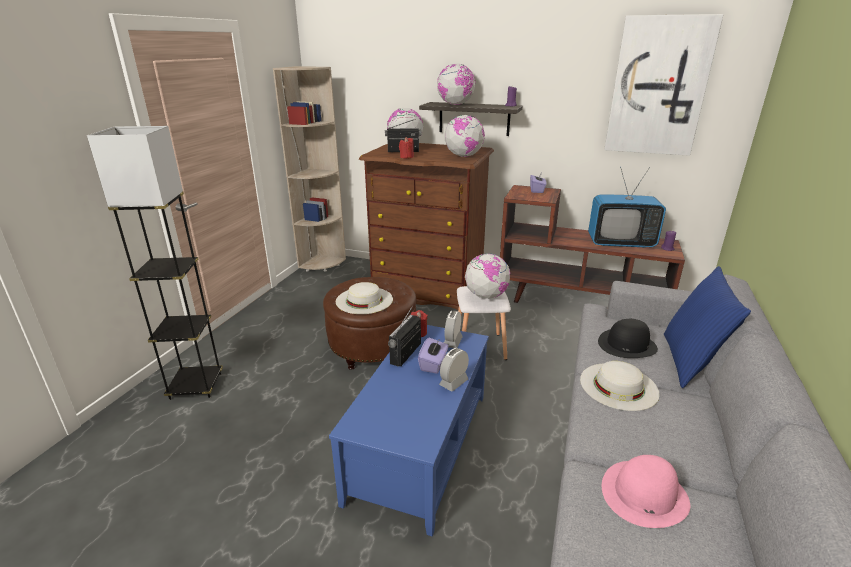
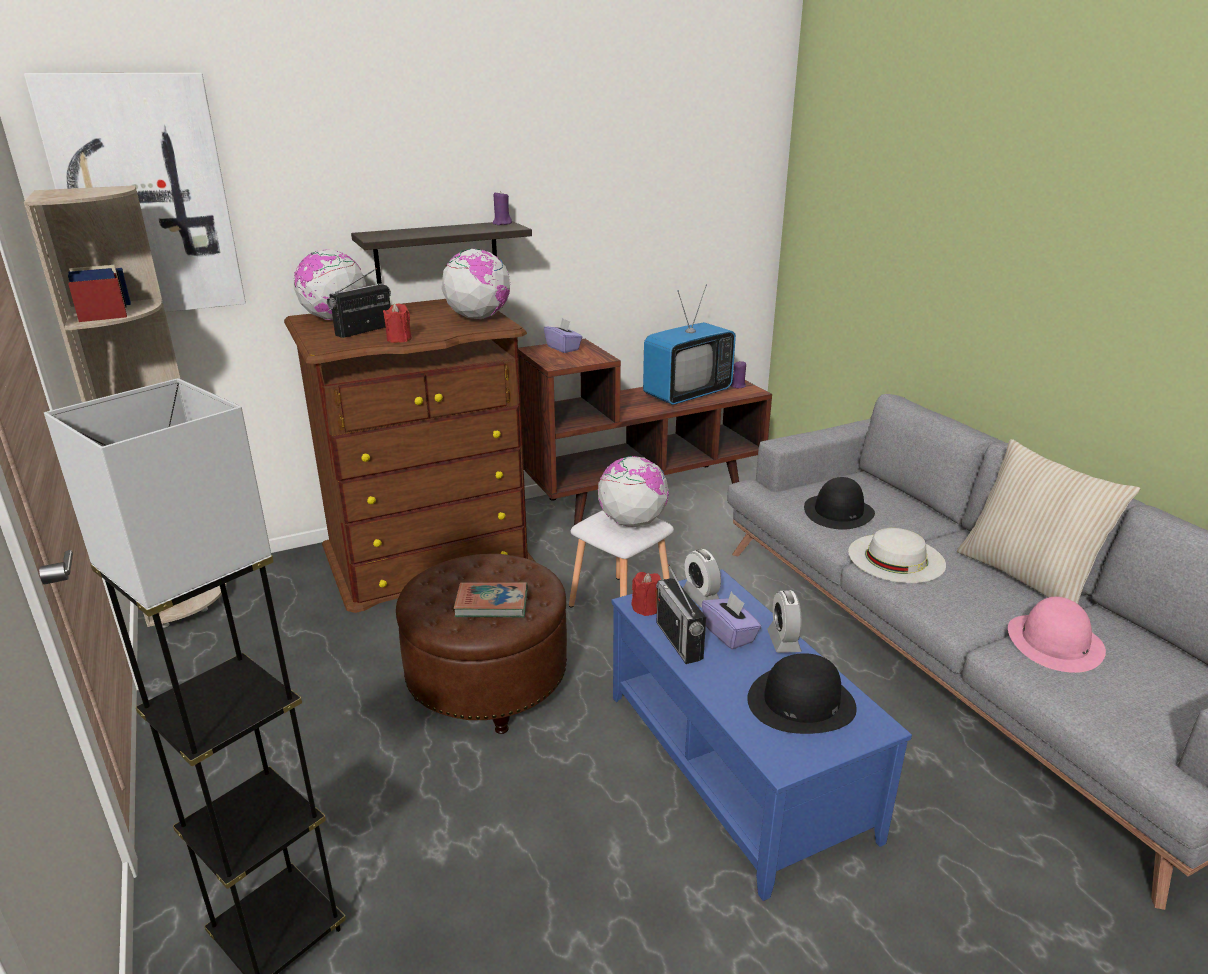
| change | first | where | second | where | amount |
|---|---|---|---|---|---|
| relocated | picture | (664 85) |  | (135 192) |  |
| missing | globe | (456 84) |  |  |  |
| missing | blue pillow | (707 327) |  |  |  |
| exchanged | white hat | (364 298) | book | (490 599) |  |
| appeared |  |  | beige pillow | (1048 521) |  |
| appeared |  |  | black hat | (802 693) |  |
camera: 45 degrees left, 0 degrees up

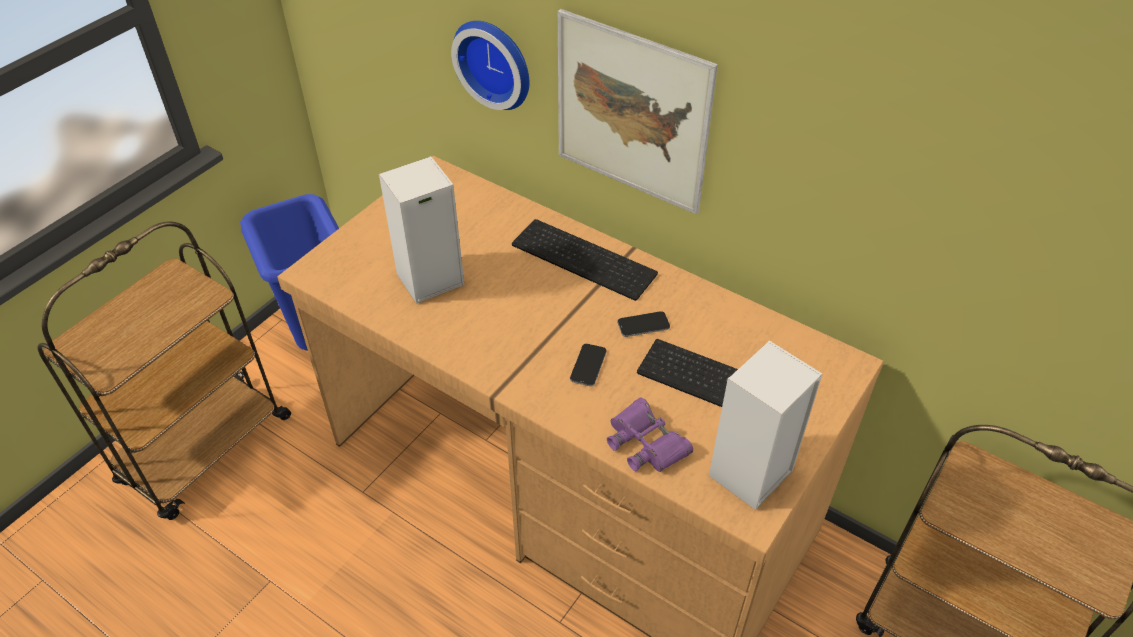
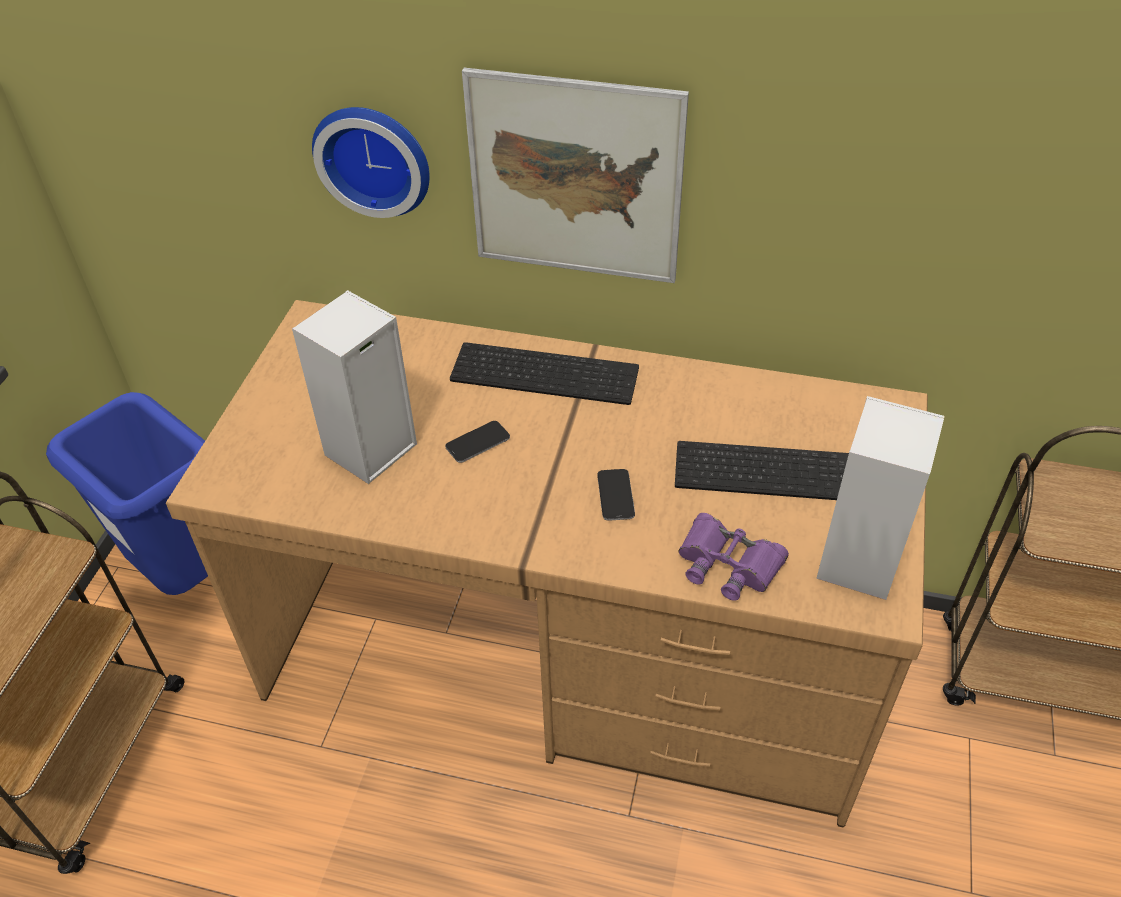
| change | first | where | second | where | amount |
|---|---|---|---|---|---|
| relocated | phone | (643 324) |  | (477 442) |  |
camera: 20 degrees left, 0 degrees up

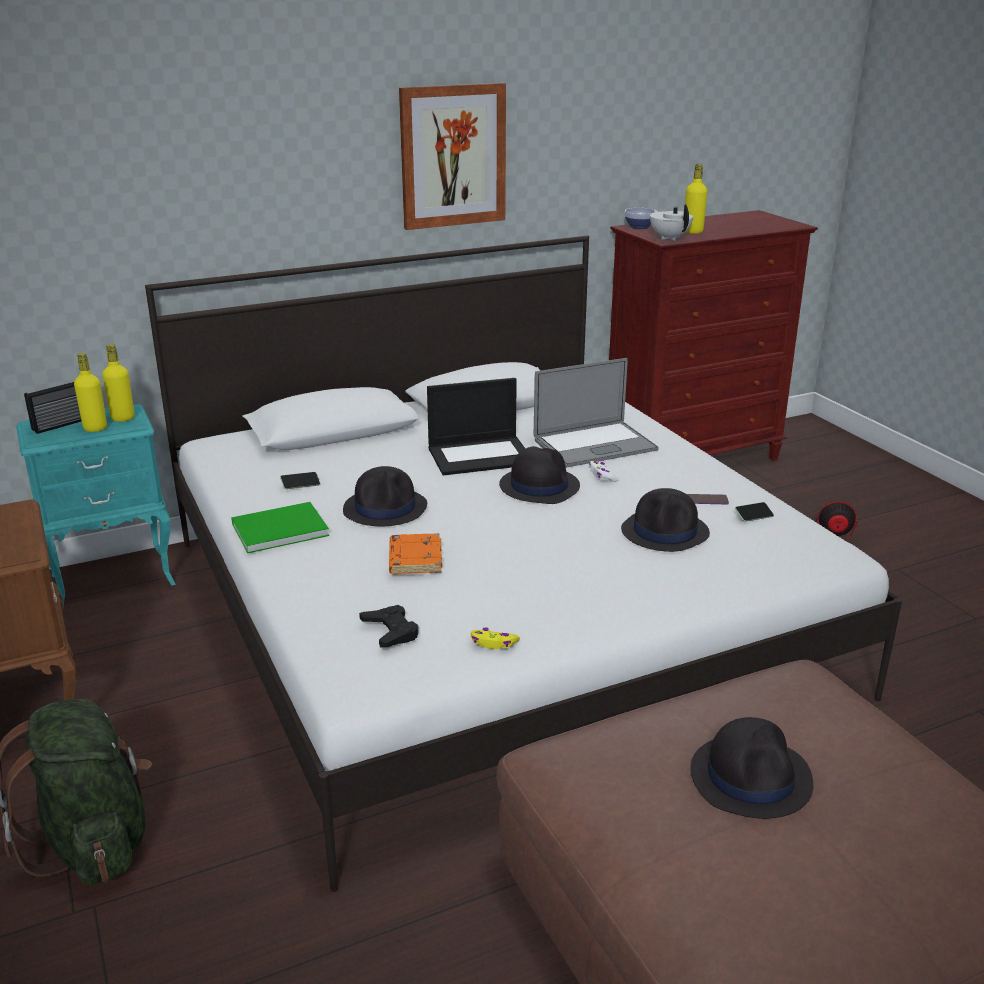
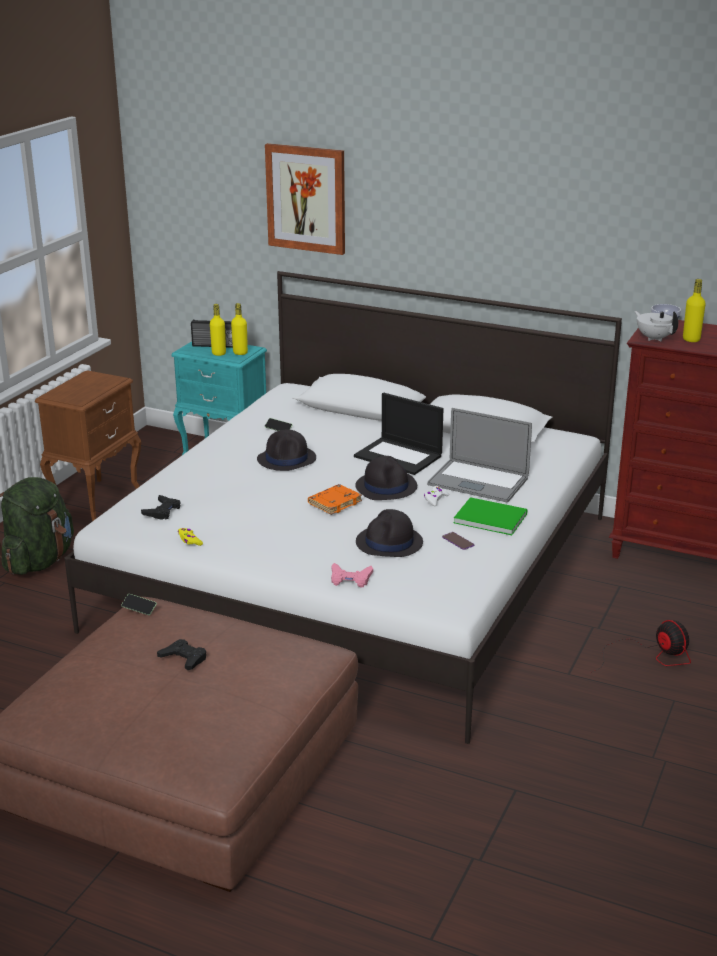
| change | first | where | second | where | amount |
|---|---|---|---|---|---|
| relocated | picture | (452 156) |  | (305 199) |  |
| spun | white teapot | (671 222) |  | (656 326) | 60 degrees counterclockwise |
| relocated | green book | (280 527) |  | (490 516) |  |
| relocated | phone | (754 512) |  | (139 604) |  |
| relocated | orange book | (415 553) |  | (335 499) |  |
| exchanged | black hat | (752 768) | black game controller | (181 654) |  |
| appeared |  |  | pink game controller | (352 575) |  |
camera: 50 degrees right, 0 degrees up

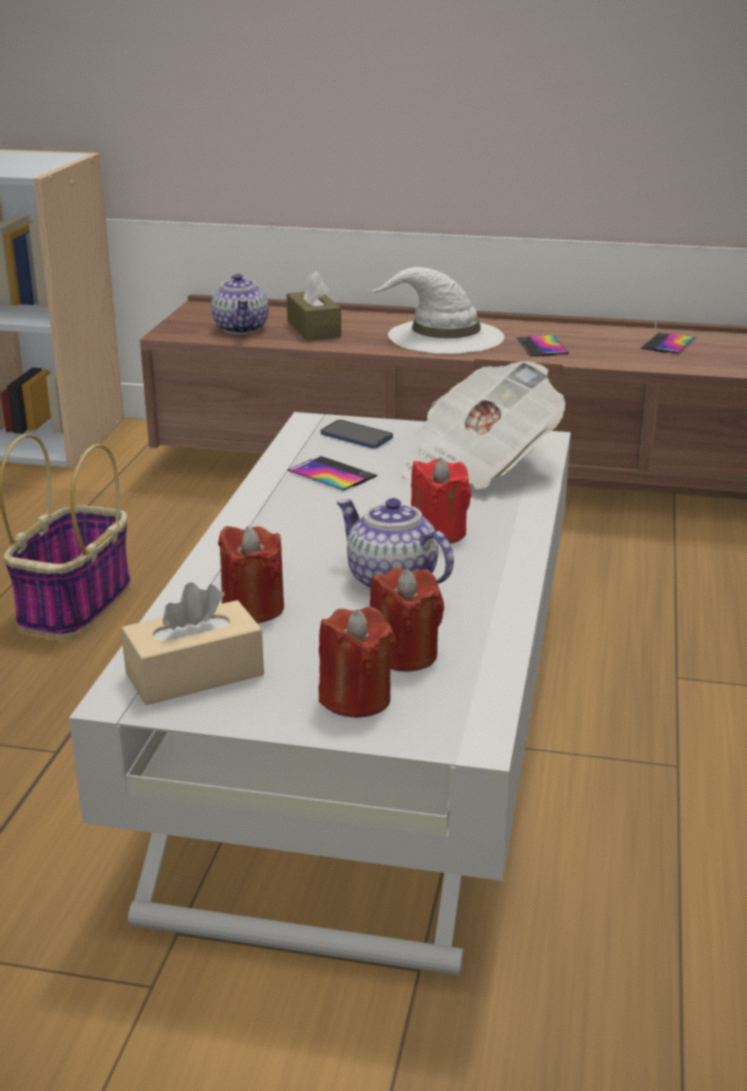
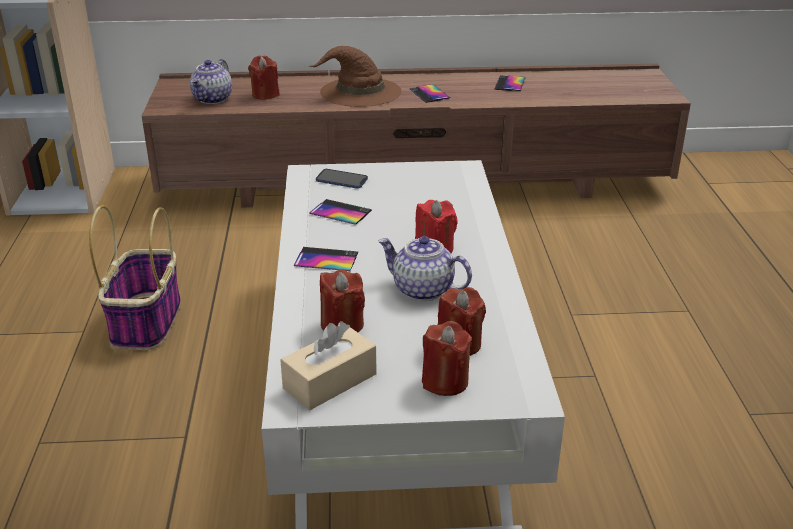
| change | first | where | second | where | amount |
|---|---|---|---|---|---|
| colour | white hat | (436 310) | brown hat | (355 76) |  |
| exchanged | brown tissue box | (314 306) | red candle | (264 78) |  |
| spun | teapot | (240 304) |  | (211 81) | 45 degrees clockwise |
| missing | newspaper | (483 425) |  |  |  |
| appeared |  |  | phone | (326 259) |  |
camera: 15 degrees left, 5 degrees up

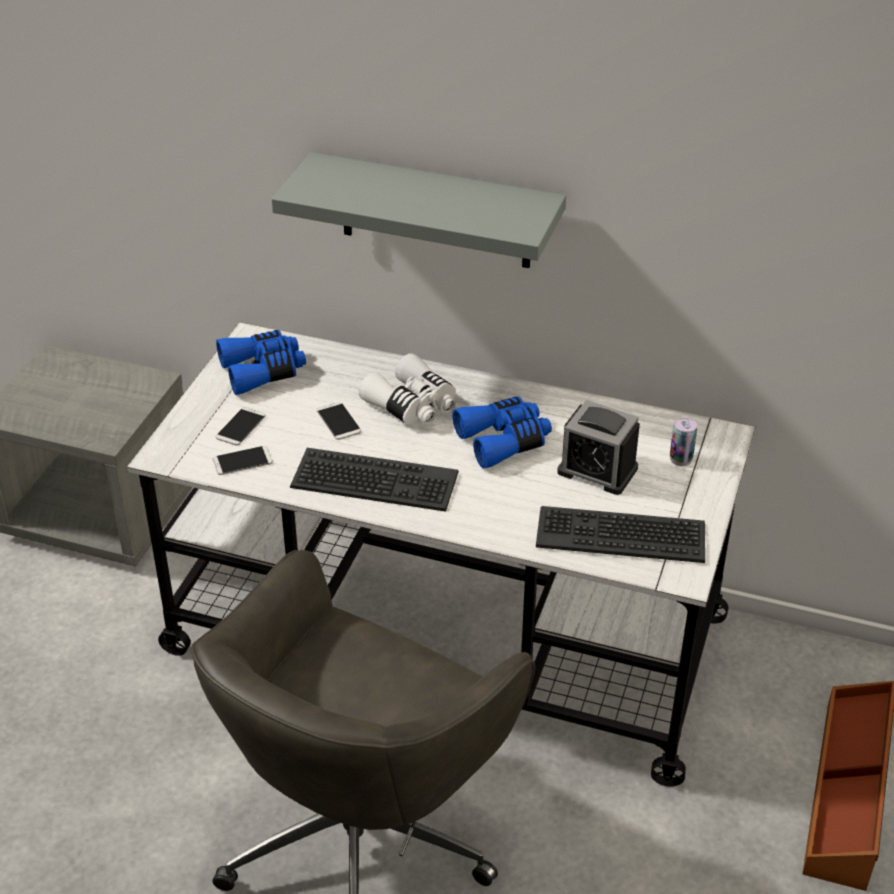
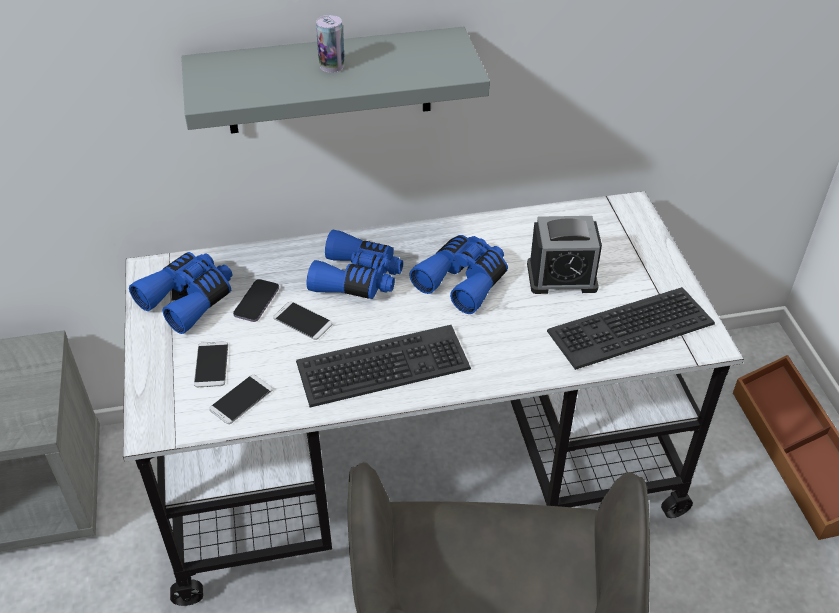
| change | first | where | second | where | amount |
|---|---|---|---|---|---|
| colour | white binoculars | (407 389) | blue binoculars | (355 264) |  |
| relocated | can | (683 441) |  | (330 44) |  |
| appeared |  |  | phone | (256 300) |  |
camera: 30 degrees left, 5 degrees up

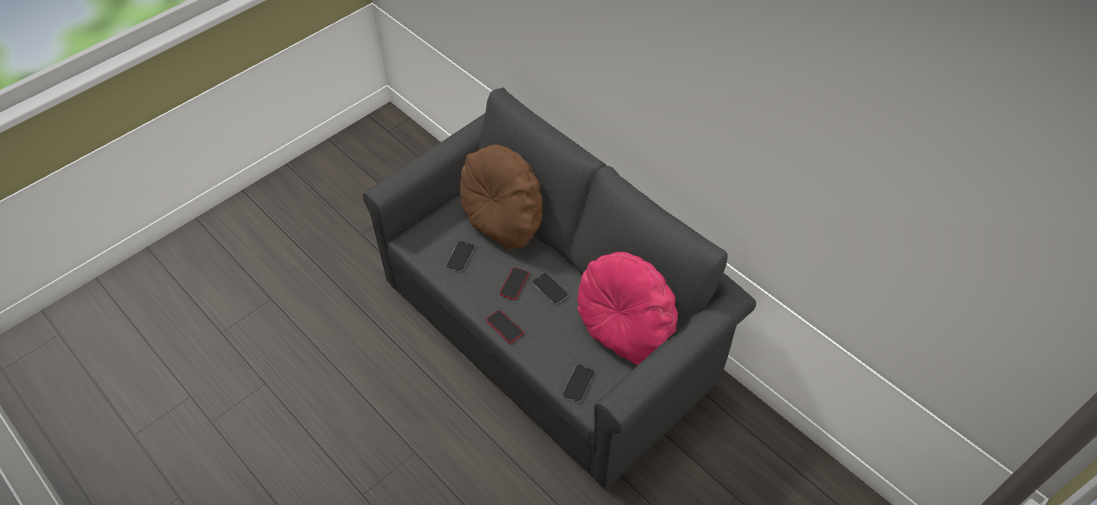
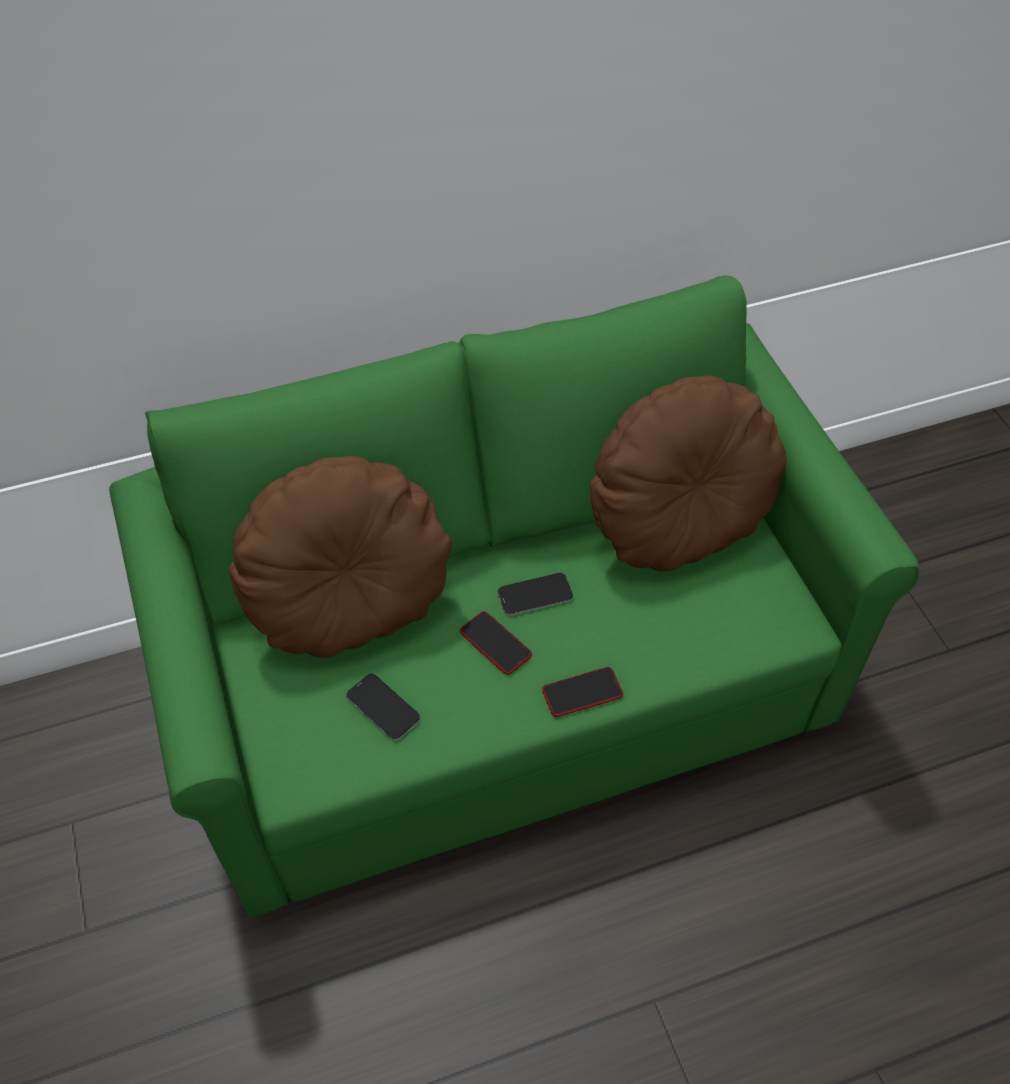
| change | first | where | second | where | amount |
|---|---|---|---|---|---|
| colour | grey sofa | (559 288) | green sofa | (514 596) |  |
| colour | pink pillow | (628 308) | brown pillow | (688 473) |  |
| missing | phone | (578 383) |  |  |  |
camera: 65 degrees left, 0 degrees up

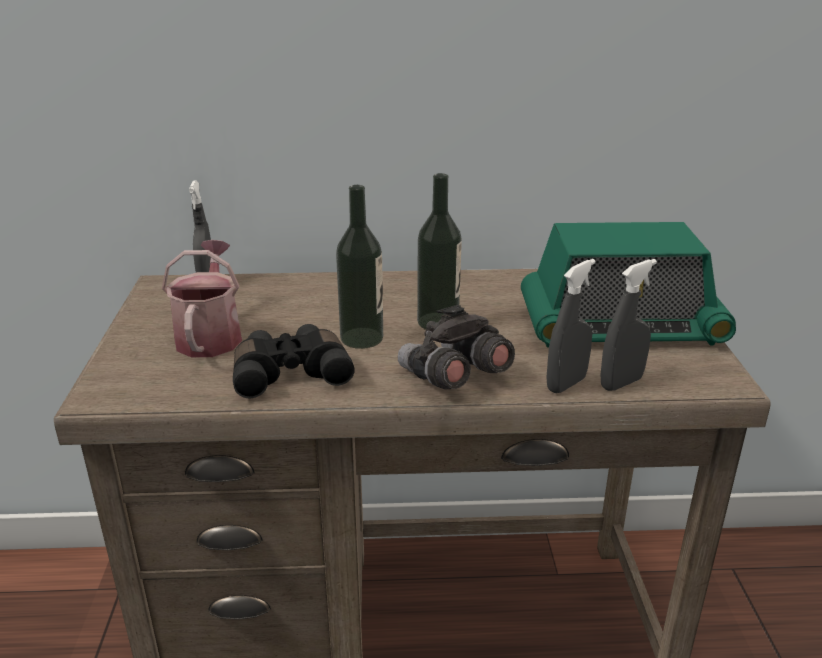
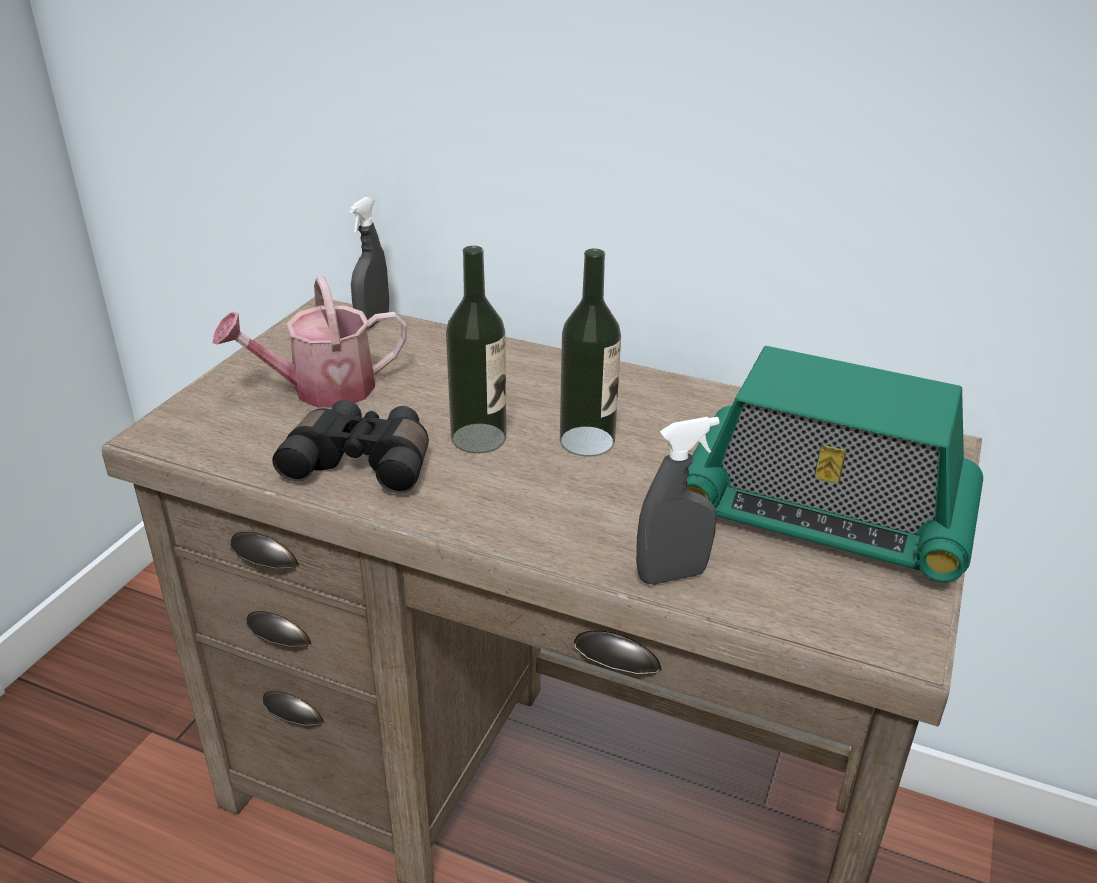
| change | first | where | second | where | amount |
|---|---|---|---|---|---|
| spun | watering can | (202 298) |  | (309 342) | 135 degrees counterclockwise |
| missing | grey spray bottle | (629 325) |  |  |  |
| missing | grey binoculars | (456 347) |  |  |  |
camera: 25 degrees right, 5 degrees up

